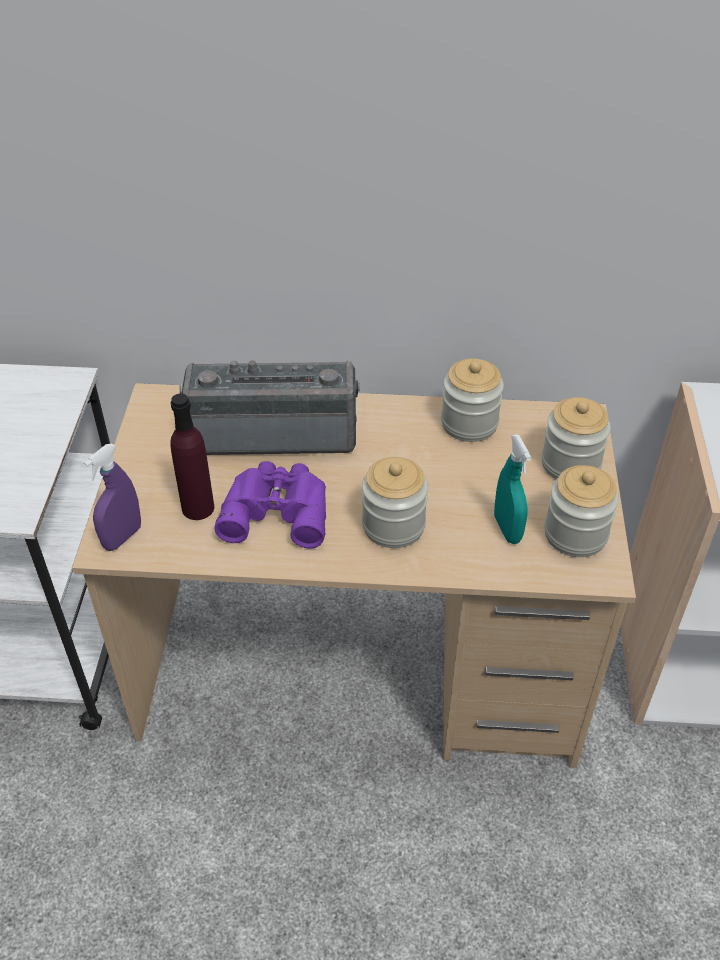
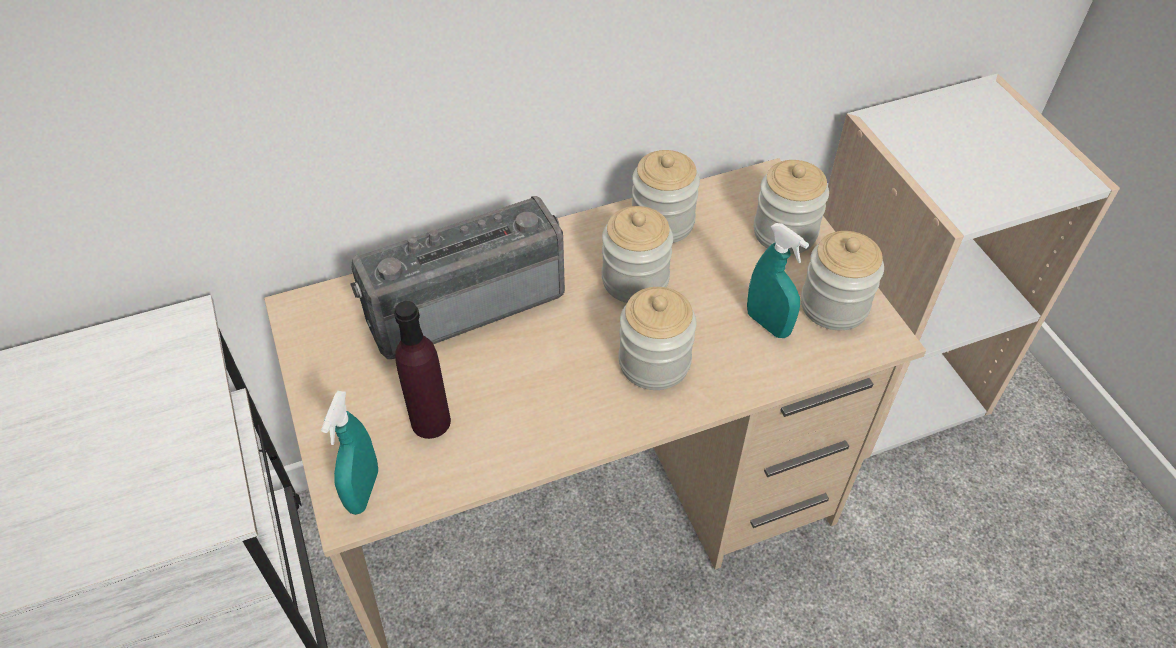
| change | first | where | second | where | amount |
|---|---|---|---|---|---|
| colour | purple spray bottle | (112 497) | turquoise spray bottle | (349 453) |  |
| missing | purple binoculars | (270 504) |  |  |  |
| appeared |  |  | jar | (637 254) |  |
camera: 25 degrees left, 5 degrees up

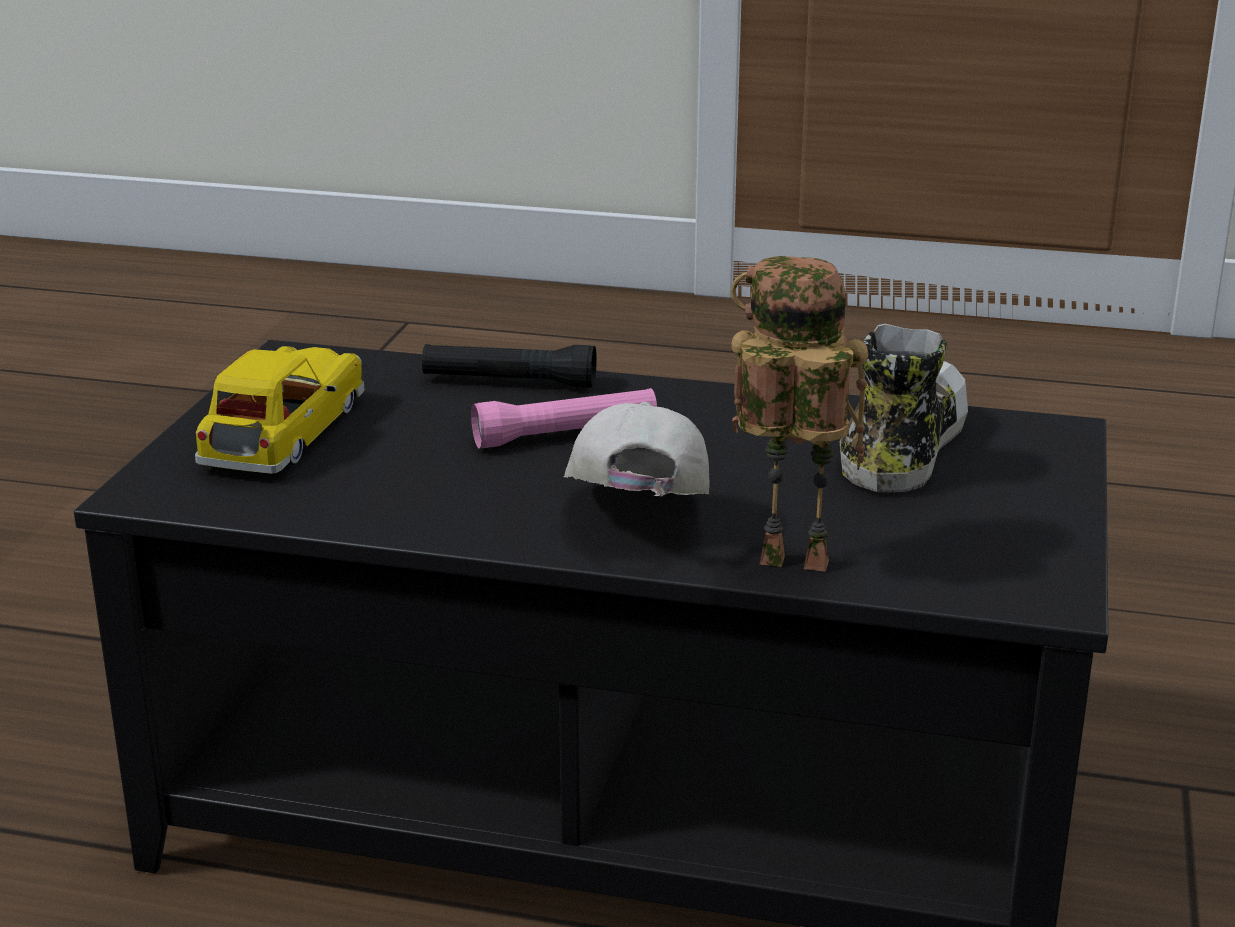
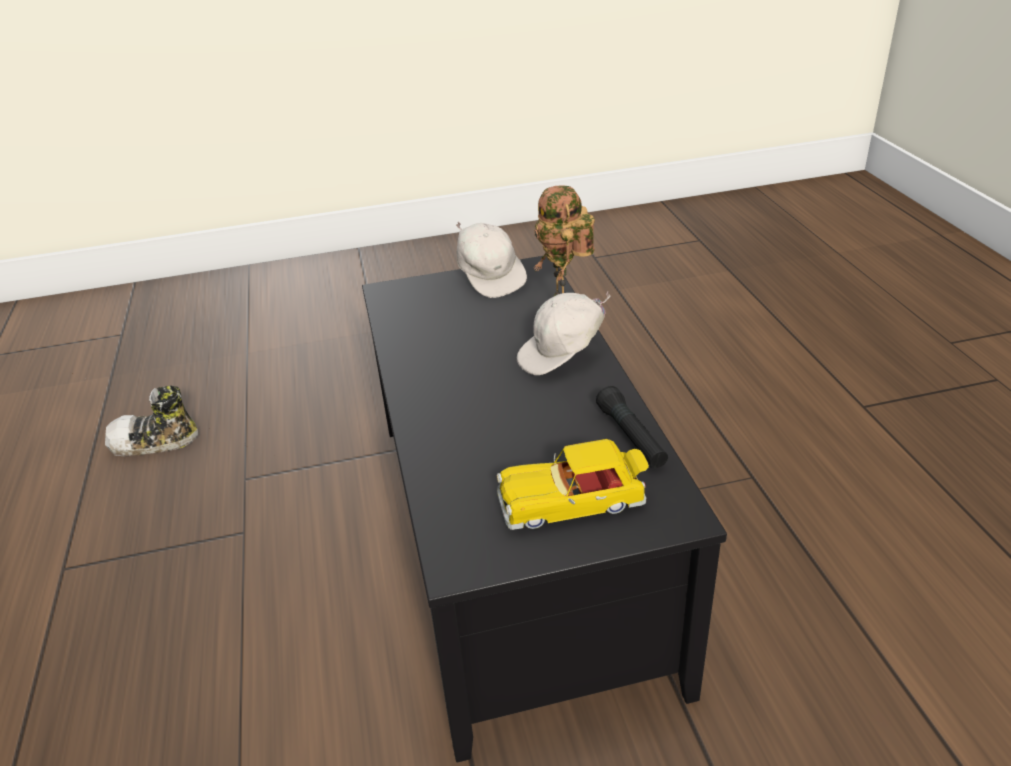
| change | first | where | second | where | amount |
|---|---|---|---|---|---|
| relocated | shoe | (904 408) |  | (151 420) |  |
| relocated | black flashlight | (509 366) |  | (632 427) |  |
| missing | pink flashlight | (564 418) |  |  |  |
| appeared |  |  | white cap | (491 260) |  |
camera: 115 degrees left, 10 degrees up

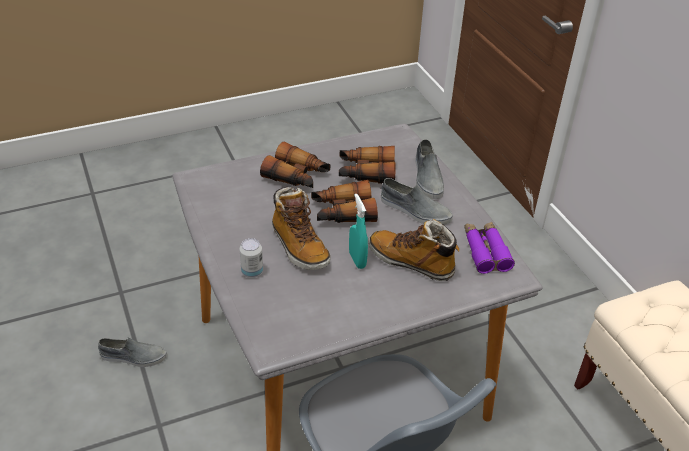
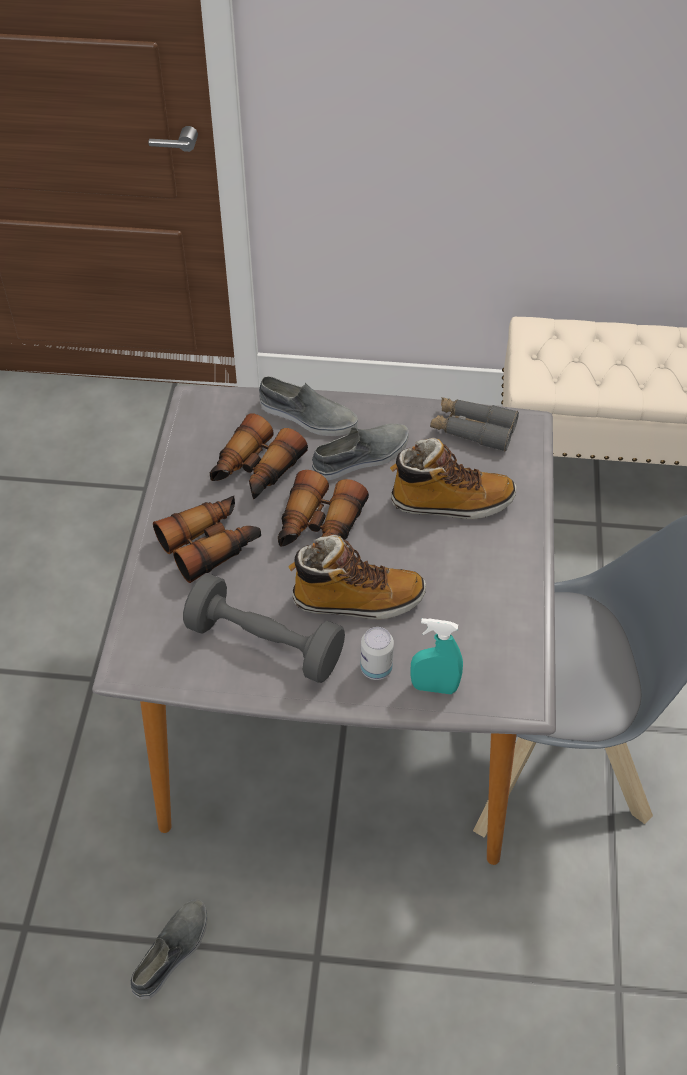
| change | first | where | second | where | amount |
|---|---|---|---|---|---|
| relocated | turquoise spray bottle | (358 231) |  | (436 656) |  |
| spun | boot | (413 250) |  | (453 478) | 150 degrees counterclockwise |
| colour | purple binoculars | (489 248) | grey binoculars | (474 424) |  |
| appeared |  |  | grey dumbbell | (264 628) |  |
camera: 60 degrees left, 10 degrees up

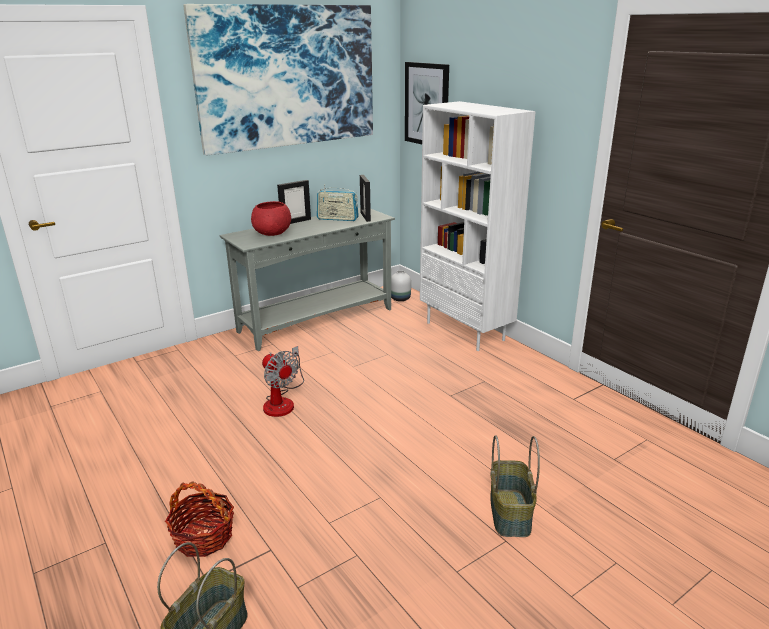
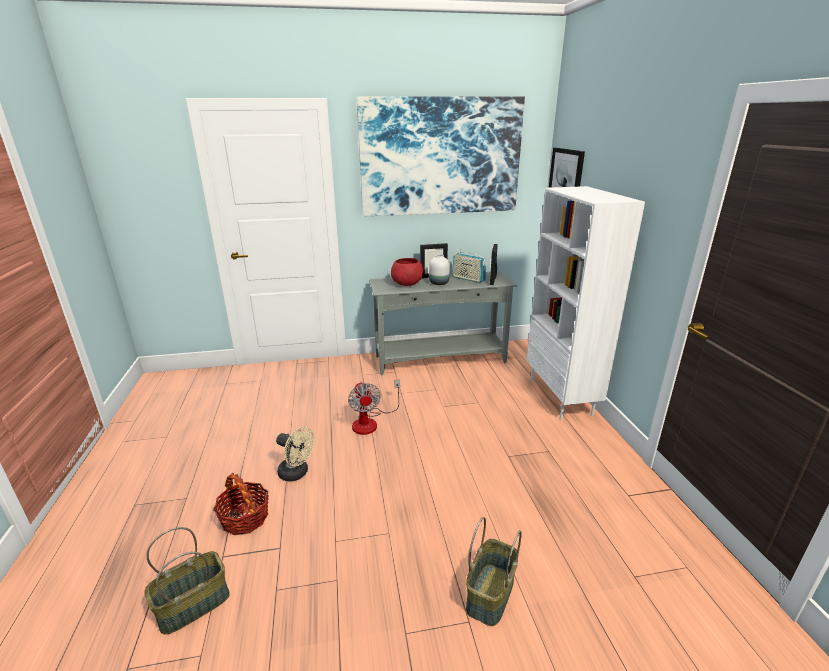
| change | first | where | second | where | amount |
|---|---|---|---|---|---|
| relocated | white vase | (401 285) |  | (439 269) |  |
| appeared |  |  | beige fan | (295 454) |  |
camera: 25 degrees right, 0 degrees up

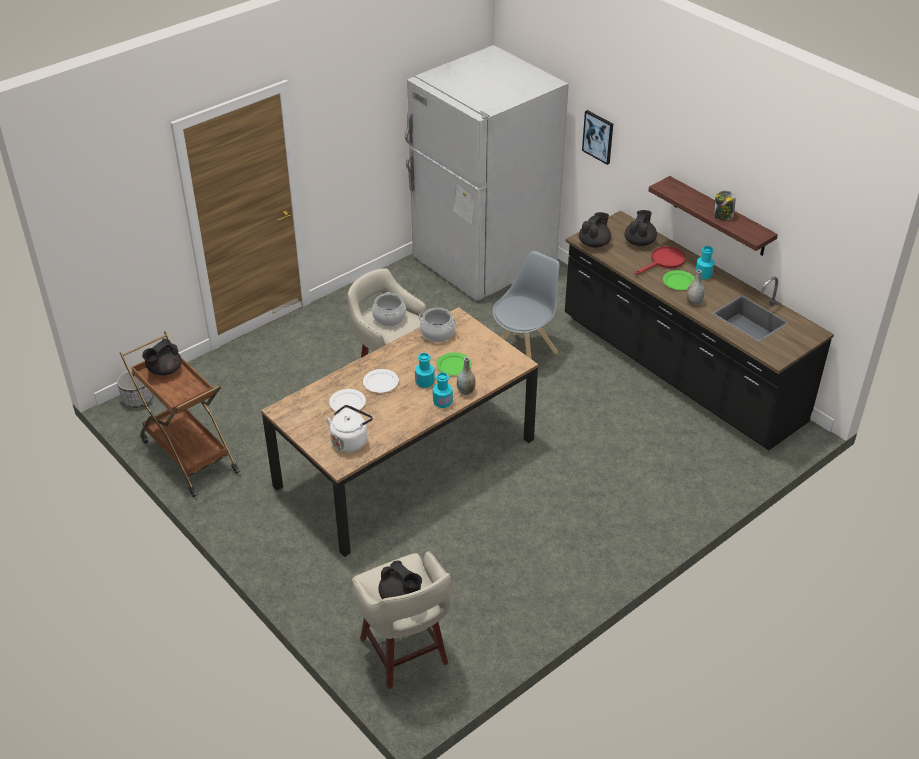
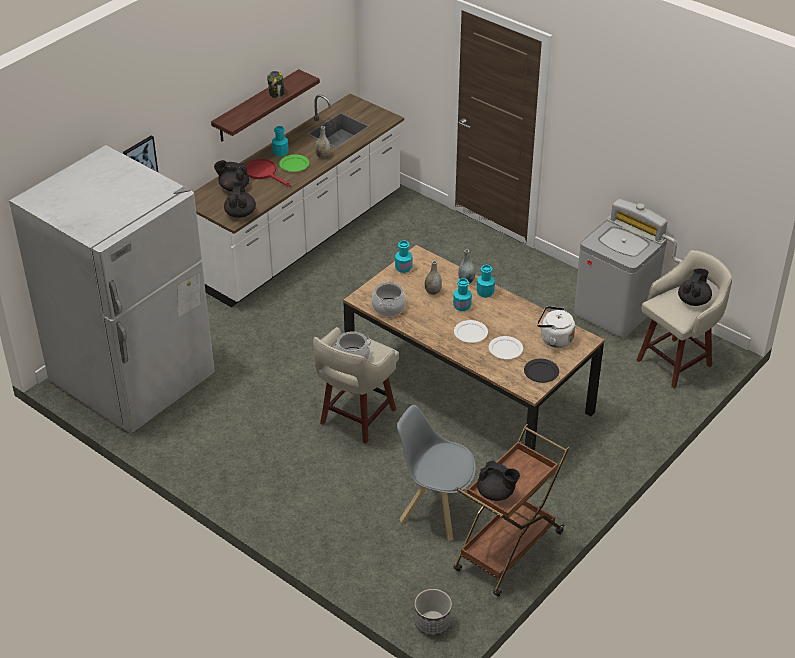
| change | first | where | second | where | amount |
|---|---|---|---|---|---|
| colour | black counter | (699 330) | white counter | (299 200) |  |
| spun | black teapot | (595 230) |  | (240 199) | 60 degrees clockwise |
| relocated | grey chair | (526 305) |  | (436 473) |  |
| exchanged | green plate | (454 363) | grey vase | (433 278) |  |
| appeared |  |  | grey washing machine | (628 268) |  |
| appeared |  |  | turquoise bottle | (403 256) |  |
| appeared |  |  | black plate | (541 371) |  |
camera: 100 degrees left, 0 degrees up

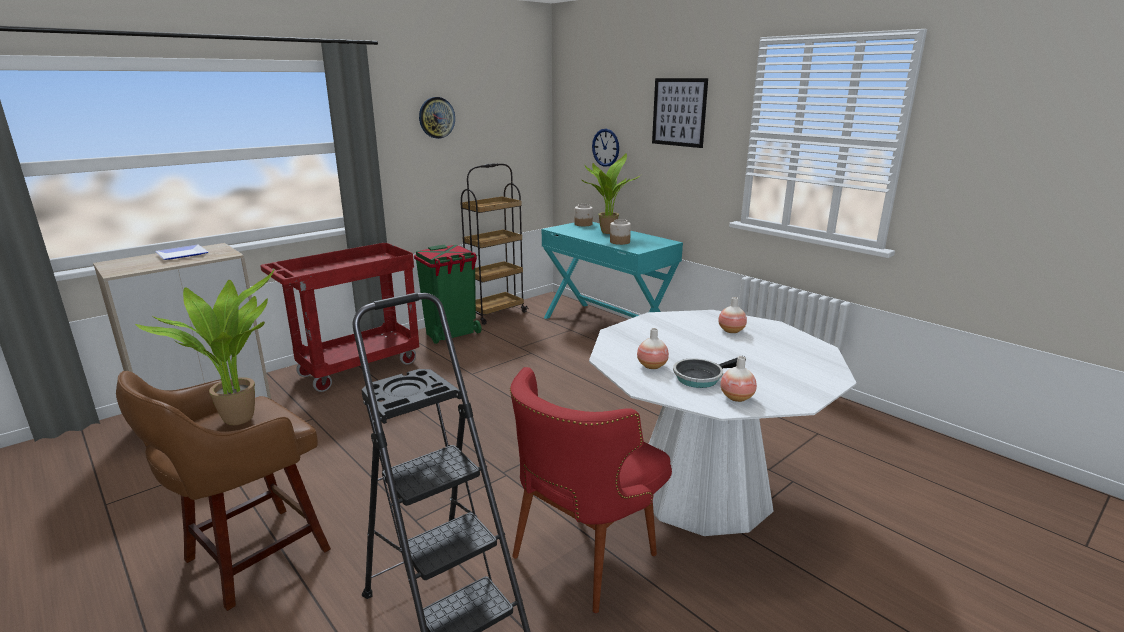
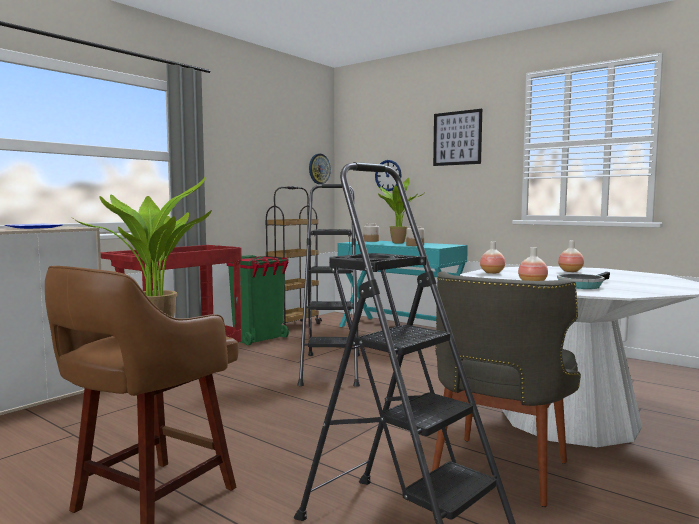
| change | first | where | second | where | amount |
|---|---|---|---|---|---|
| relocated | wall clock | (437 118) |  | (320 169) |  |
| relocated | vase | (739 379) |  | (492 257) |  |
| colour | red chair | (591 490) | grey chair | (506 389) |  |
| appeared |  |  | step ladder | (328 285) |  |
camera: 10 degrees left, 15 degrees down

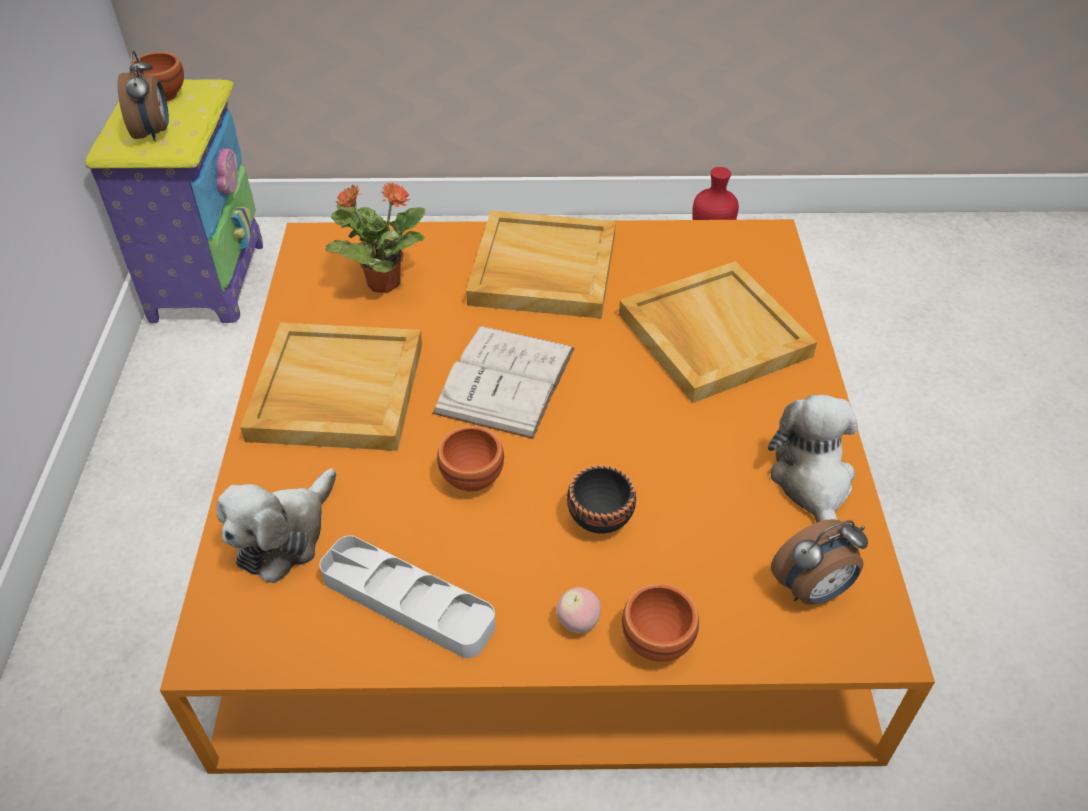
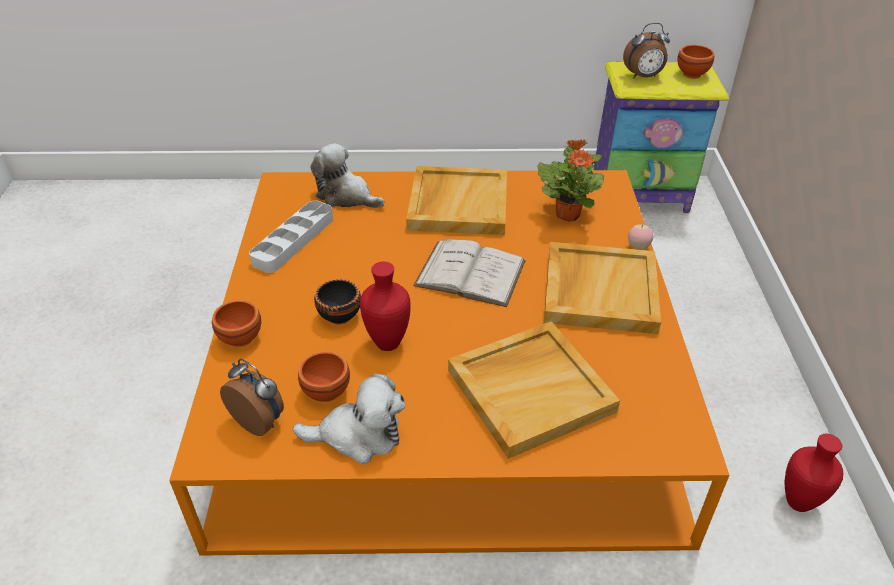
| change | first | where | second | where | amount |
|---|---|---|---|---|---|
| relocated | brown bowl | (470 459) |  | (324 376) |  |
| spun | alarm clock | (819 561) |  | (252 397) | 150 degrees clockwise |
| relocated | apple | (578 610) |  | (641 237) |  |
| appeared |  |  | red vase | (385 306) |  |
camera: 90 degrees right, 5 degrees down

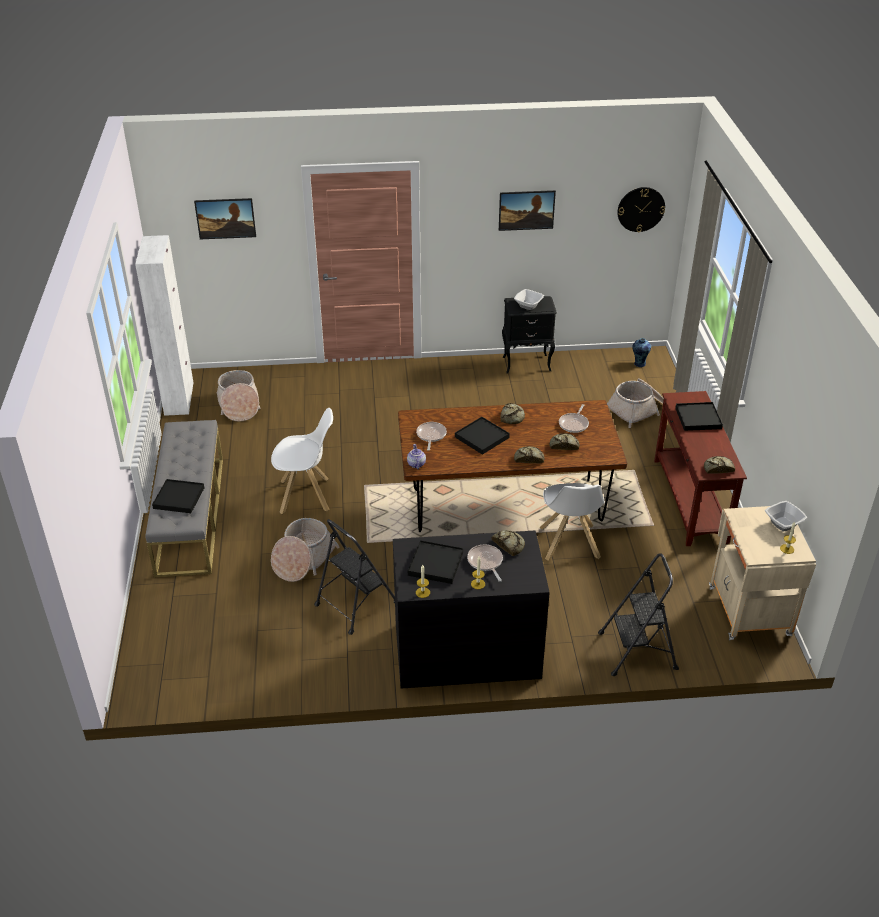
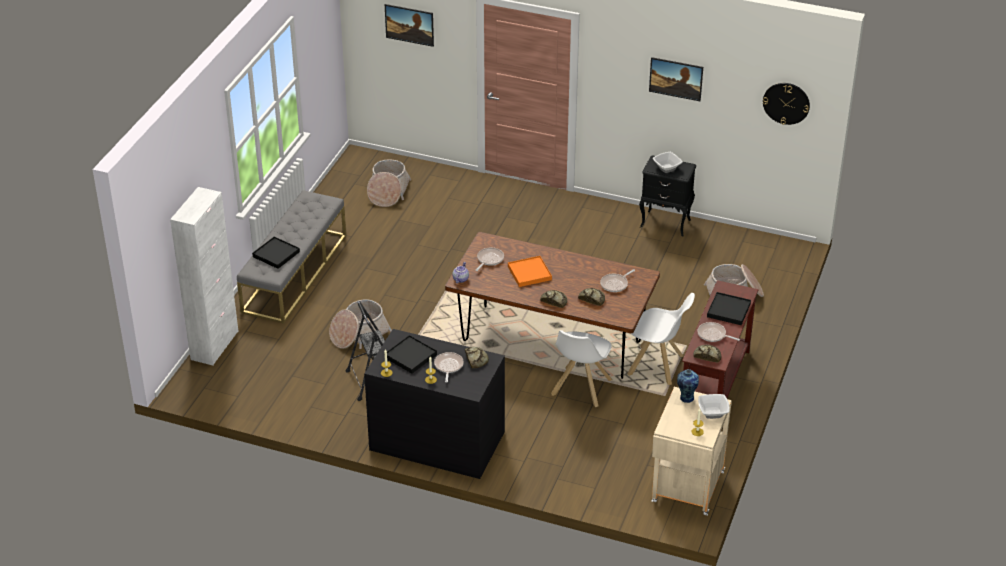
| change | first | where | second | where | amount |
|---|---|---|---|---|---|
| relocated | white cabinet | (164 325) |  | (204 276) |  |
| relocated | vase | (641 352) |  | (688 386) |  |
| missing | bread | (512 413) |  |  |  |
| relocated | white chair | (302 461) |  | (661 339) |  |
| colour | black tray | (482 436) | orange tray | (530 271) |  |
| missing | black step ladder | (638 614) |  |  |  |
| appeared |  |  | frying pan | (718 332) |  |
camera: 25 degrees right, 0 degrees up

